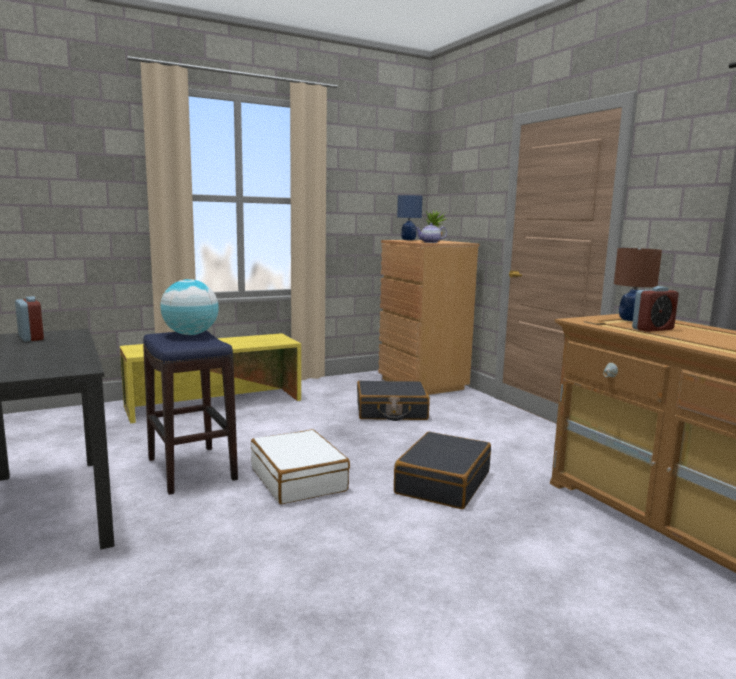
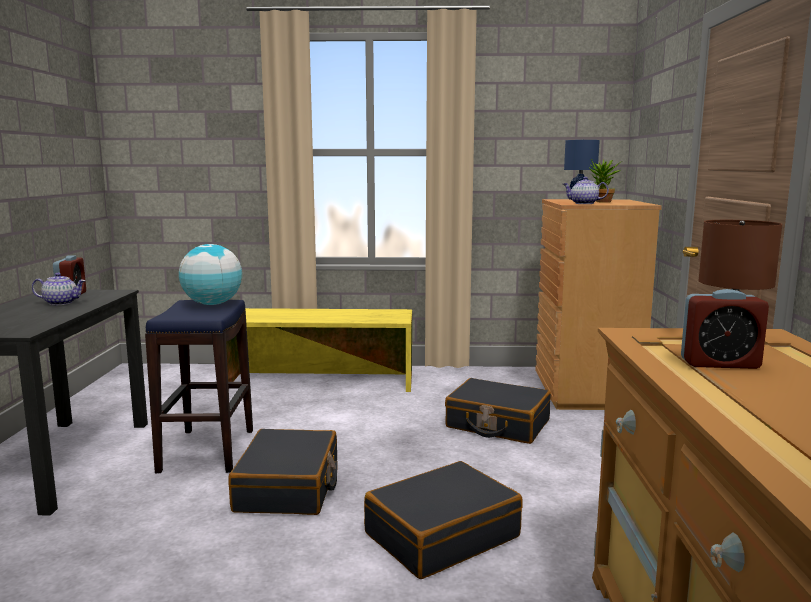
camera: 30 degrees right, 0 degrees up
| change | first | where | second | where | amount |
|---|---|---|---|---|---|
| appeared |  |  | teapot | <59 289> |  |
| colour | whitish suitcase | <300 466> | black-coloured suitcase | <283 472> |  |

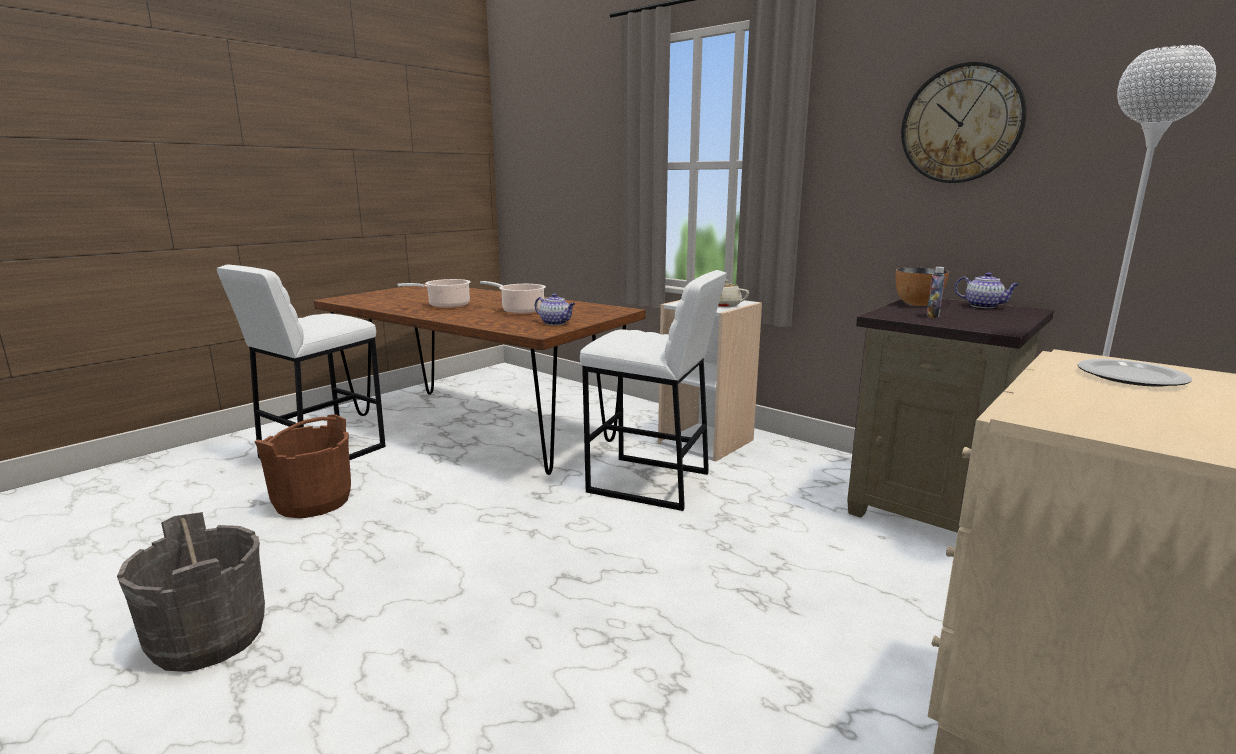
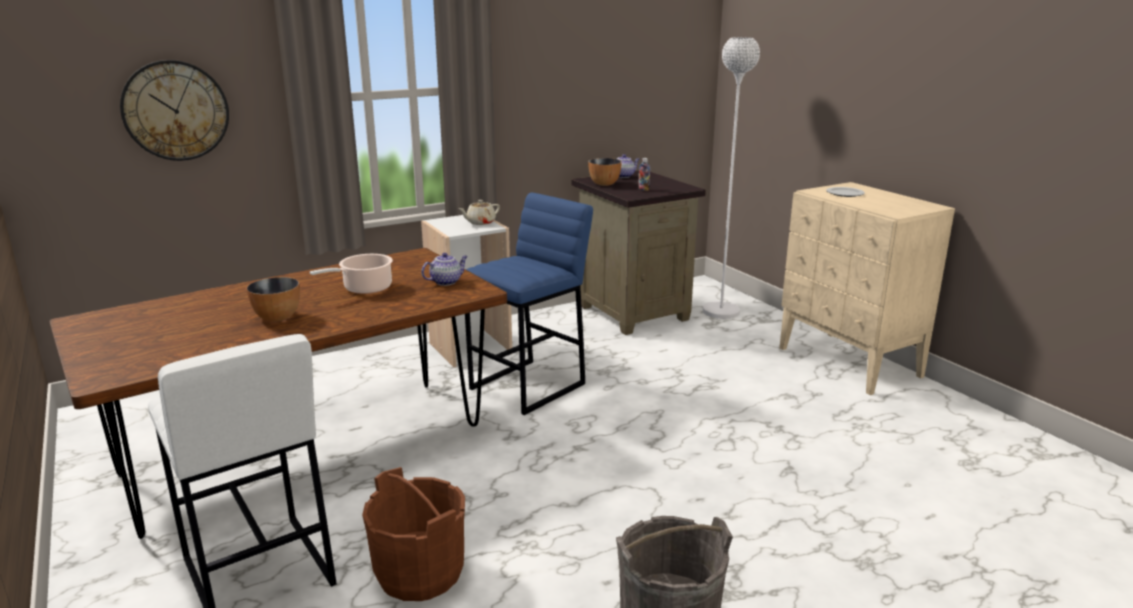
camera: 70 degrees left, 5 degrees up
| change | first | where | second | where | amount |
|---|---|---|---|---|---|
| relocated | wall clock | <964 122> |  | <174 110> |  |
| exchanged | saucepot | <434 293> | serving bowl | <273 299> |  |
| colour | whitish stool seat | <653 390> | bluish stool seat | <529 303> |  |

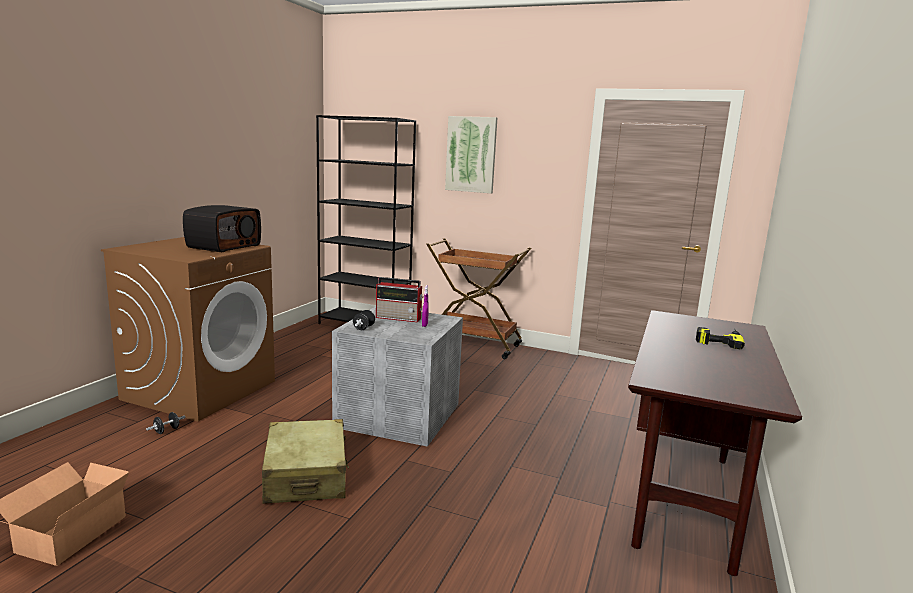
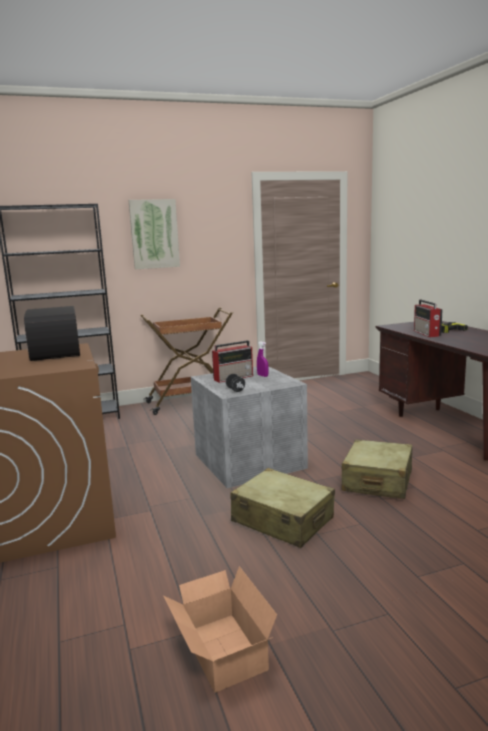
camera: 40 degrees left, 0 degrees up
| change | first | where | second | where | amount |
|---|---|---|---|---|---|
| missing | black-coloured free weight | <165 423> |  |  |  |
| appeared |  |  | beige suitcase | <376 469> |  |
| appeared |  |  | radio receiver | <428 318> |  |

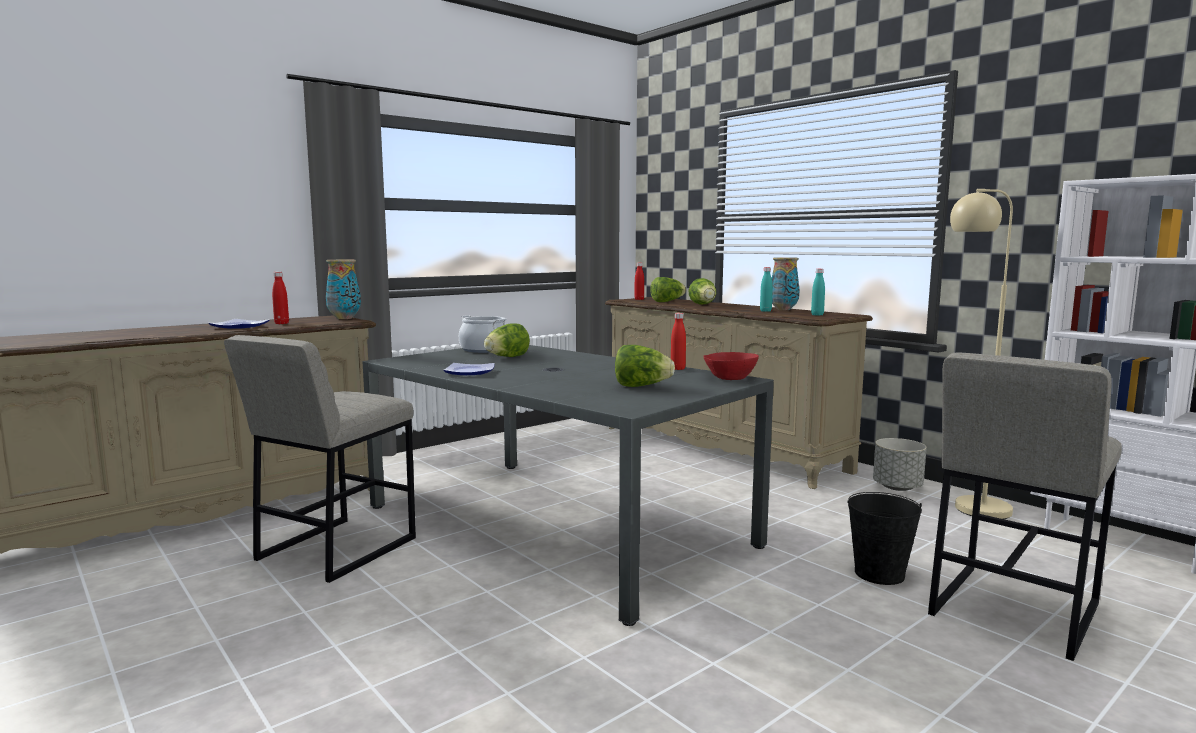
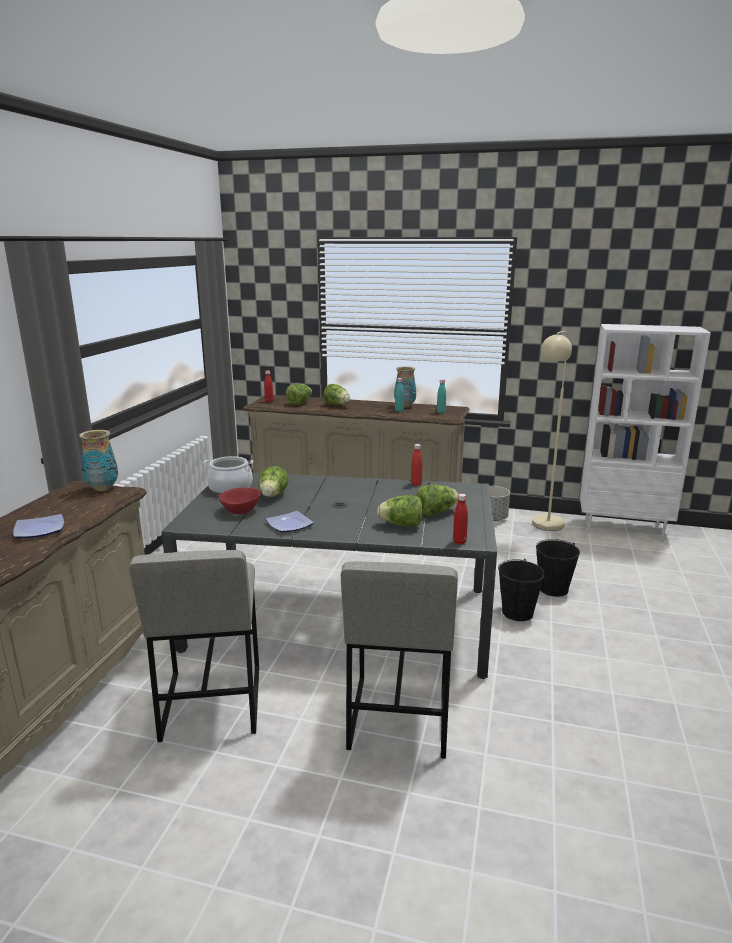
camera: 35 degrees left, 10 degrees up
| change | first | where | second | where | amount |
|---|---|---|---|---|---|
| appeared |  |  | lettuce | <400 511> |  |
| appeared |  |  | black-coloured water bucket | <521 590> |  |
| relocated | reddish drink bottle | <280 298> |  | <460 519> |  |
| relocated | reddish serving bowl | <731 366> |  | <240 501> |  |
| relocated | greyish plain chair | <1025 507> |  | <399 660> |  |

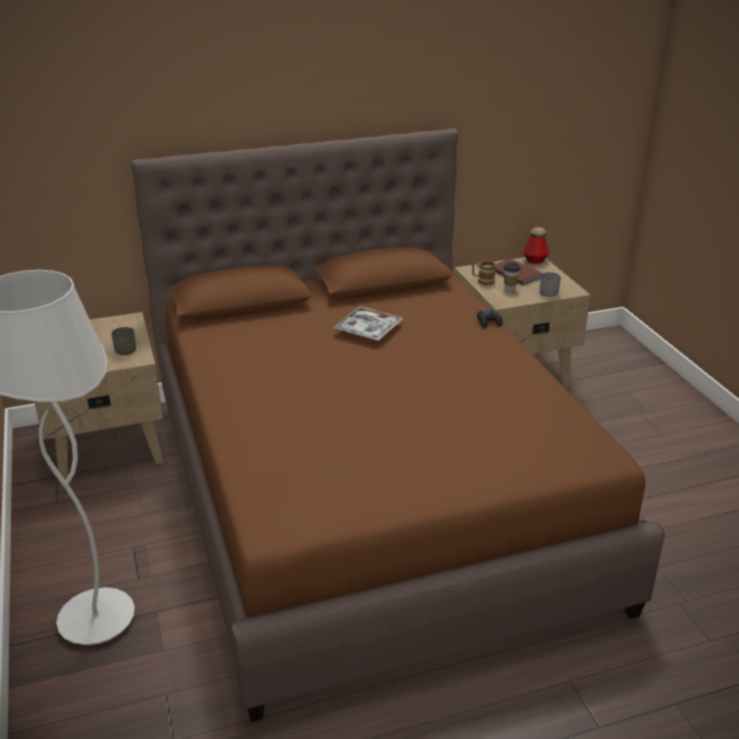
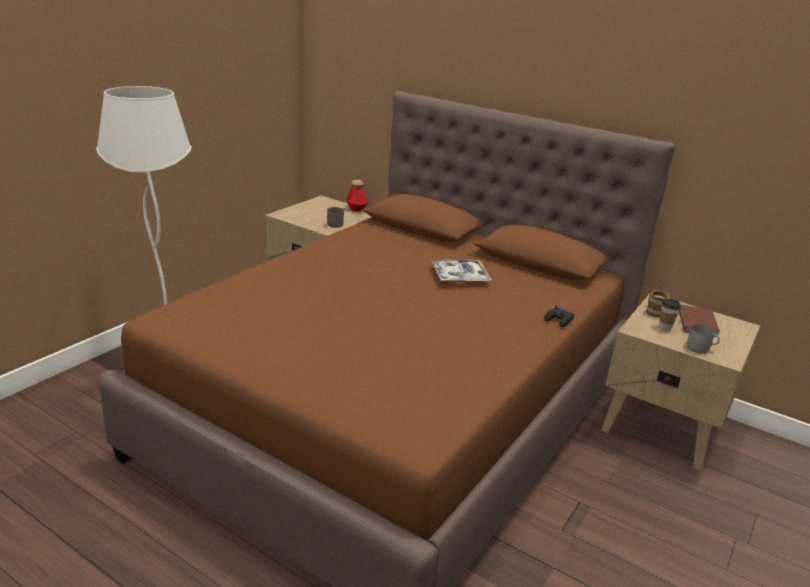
camera: 50 degrees right, 5 degrees down
| change | first | where | second | where | amount |
|---|---|---|---|---|---|
| relocated | drink bottle | <536 245> |  | <357 196> |  |

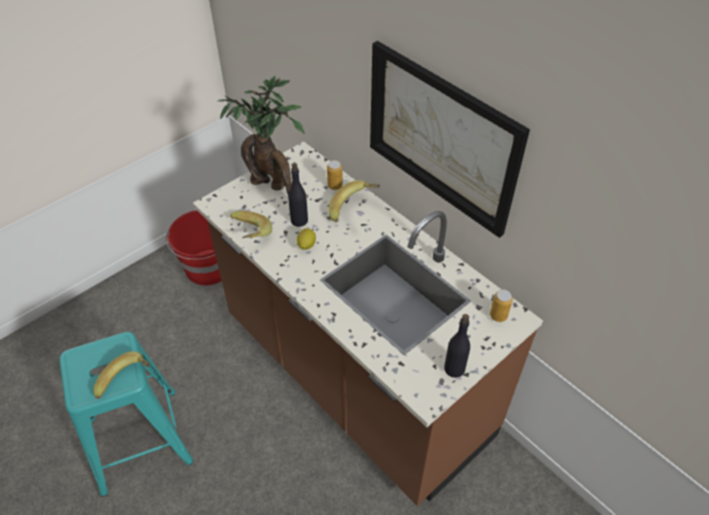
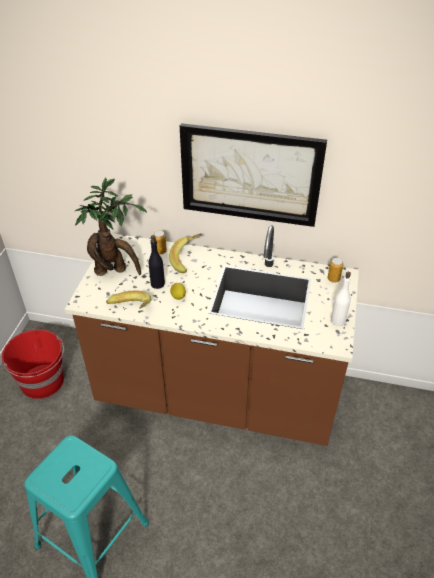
camera: 35 degrees left, 5 degrees down
| change | first | where | second | where | amount |
|---|---|---|---|---|---|
| missing | banana fruit | <121 375> |  |  |  |
| colour | black-coloured drink bottle | <457 346> | whitish drink bottle | <341 299> |  |

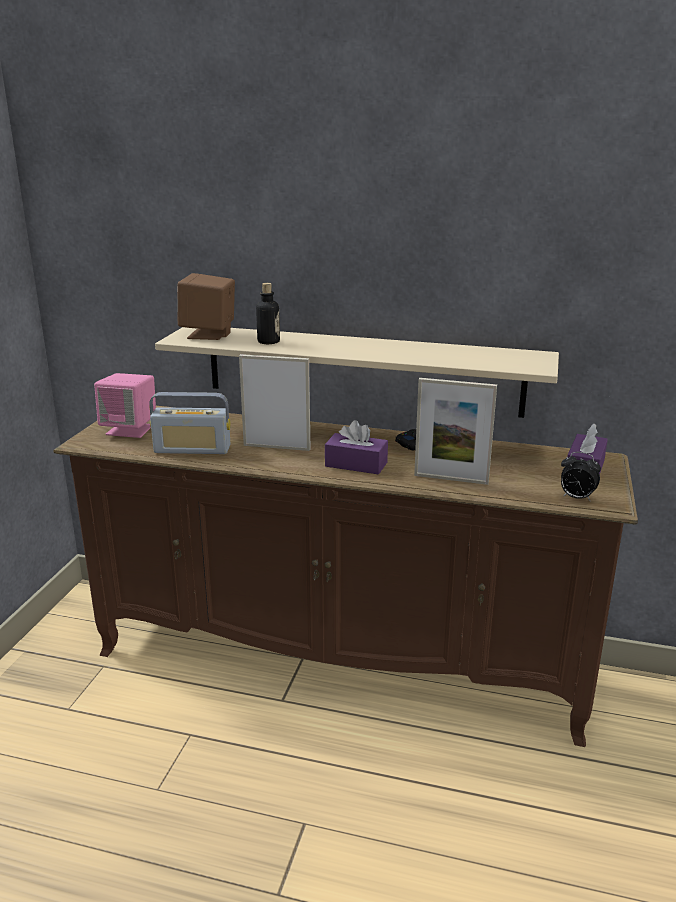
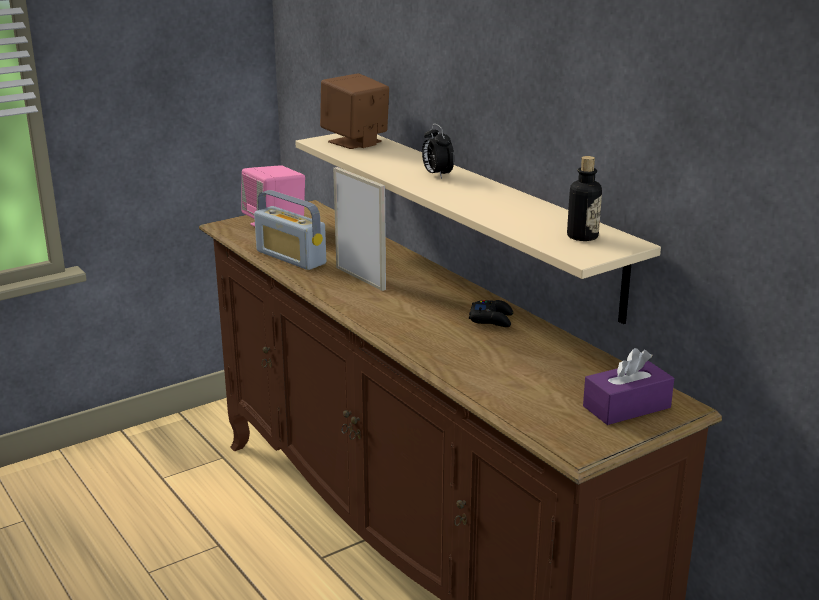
camera: 40 degrees right, 0 degrees up
| change | first | where | second | where | amount |
|---|---|---|---|---|---|
| missing | purplish tissue box | <356 447> |  |  |  |
| missing | picture frame | <455 431> |  |  |  |
| relocated | drink bottle | <268 313> |  | <584 198> |  |
| relocated | bedside clock | <581 476> |  | <438 151> |  |

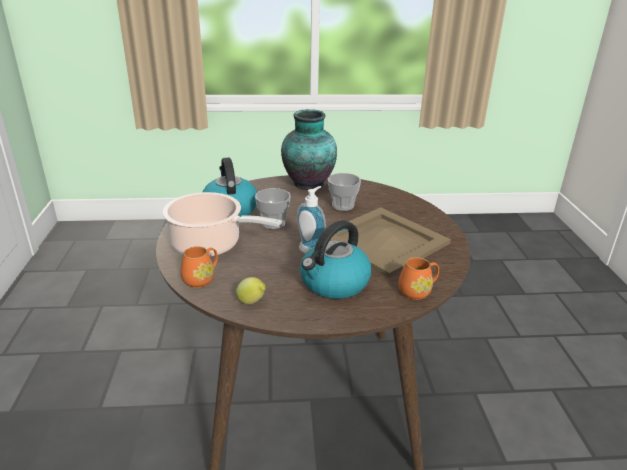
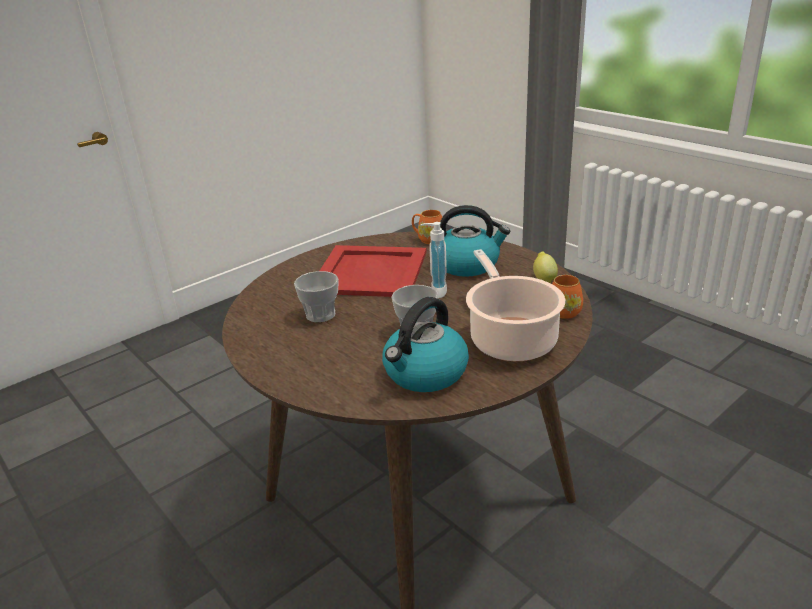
camera: 125 degrees left, 0 degrees up
| change | first | where | second | where | amount |
|---|---|---|---|---|---|
| missing | decorative vase | <309 149> |  |  |  |
| colour | beige carrying tray | <390 242> | reddish carrying tray | <373 271> |  |

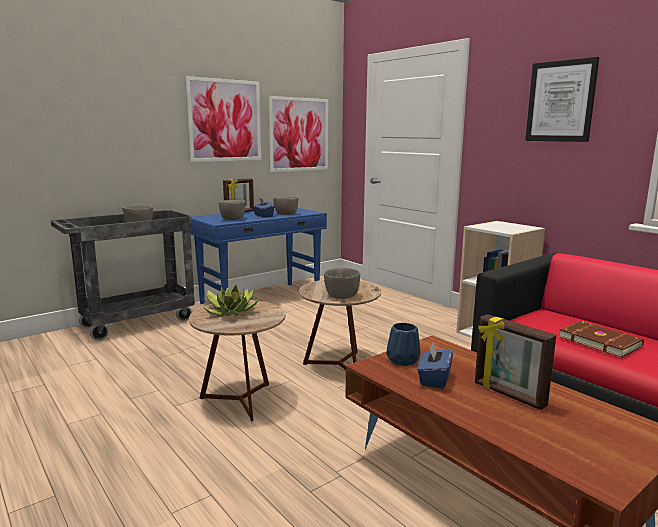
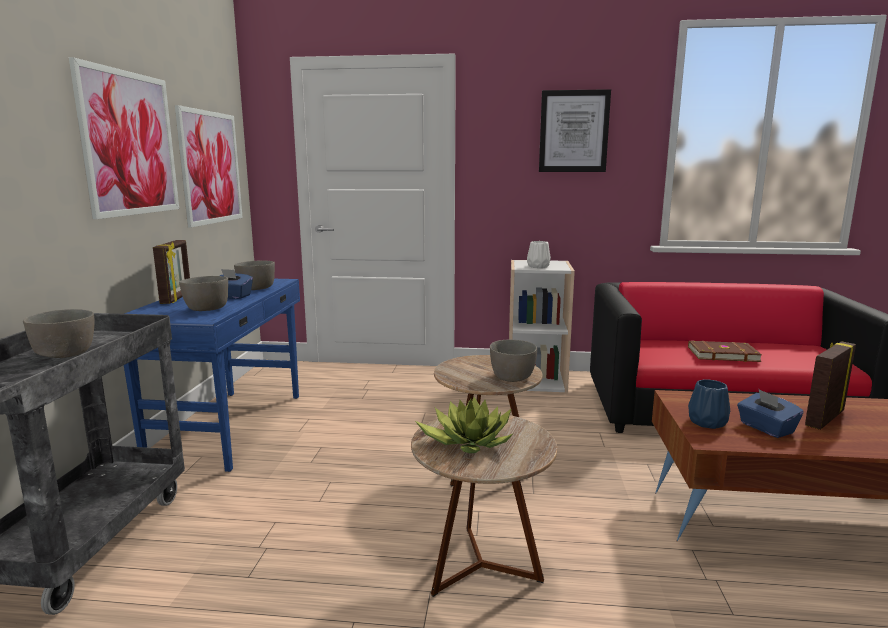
camera: 45 degrees left, 0 degrees up
| change | first | where | second | where | amount |
|---|---|---|---|---|---|
| appeared |  |  | whitish decorative vase | <539 254> |  |
| spun | picture frame | <515 362> |  | <830 385> | 135 degrees clockwise |

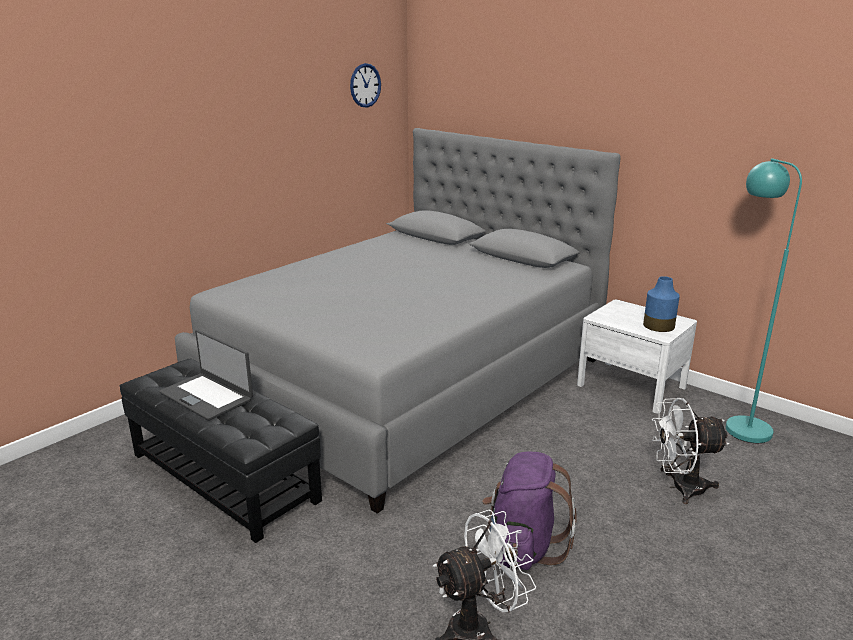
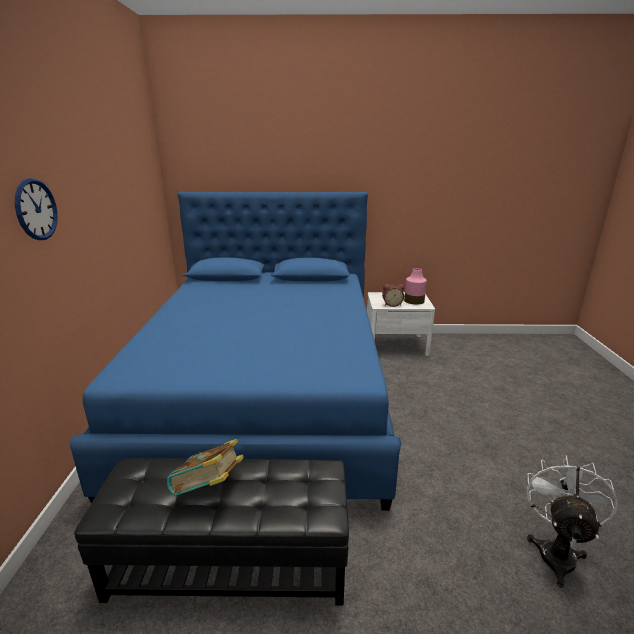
camera: 40 degrees left, 0 degrees up
| change | first | where | second | where | amount |
|---|---|---|---|---|---|
| missing | purplish knapsack | <529 510> |  |  |  |
| missing | whitish electric fan | <690 451> |  |  |  |
| missing | turquoise standing lamp | <764 300> |  |  |  |
| appeared |  |  | bedside clock | <393 295> |  |
| relocated | wall clock | <365 85> |  | <36 209> |  |
| exchanged | laptop | <206 375> | book | <205 467> |  |
| colour | greyish bed | <398 321> | bluish bed | <235 351> |  |
| colour | bluish decorative vase | <661 304> | pink decorative vase | <415 286> |  |

